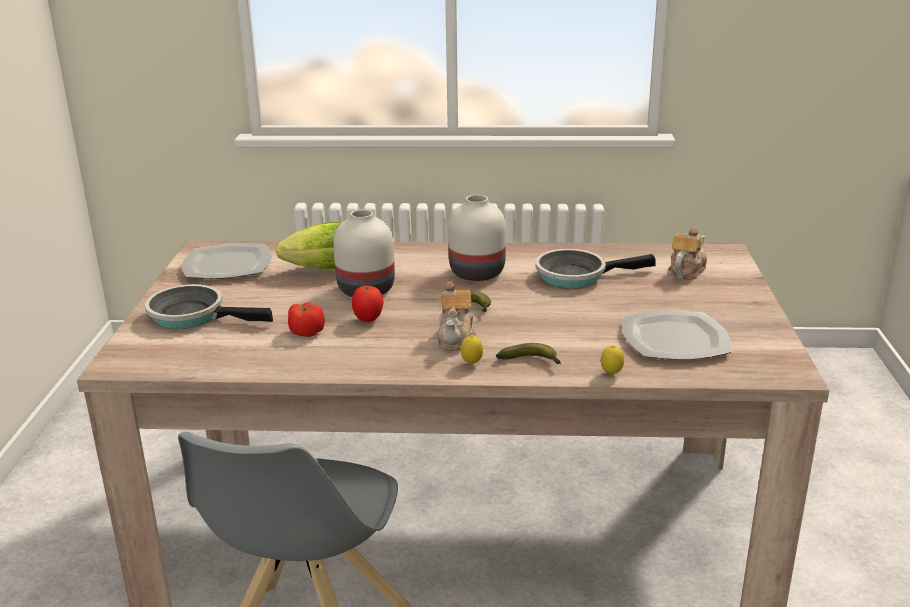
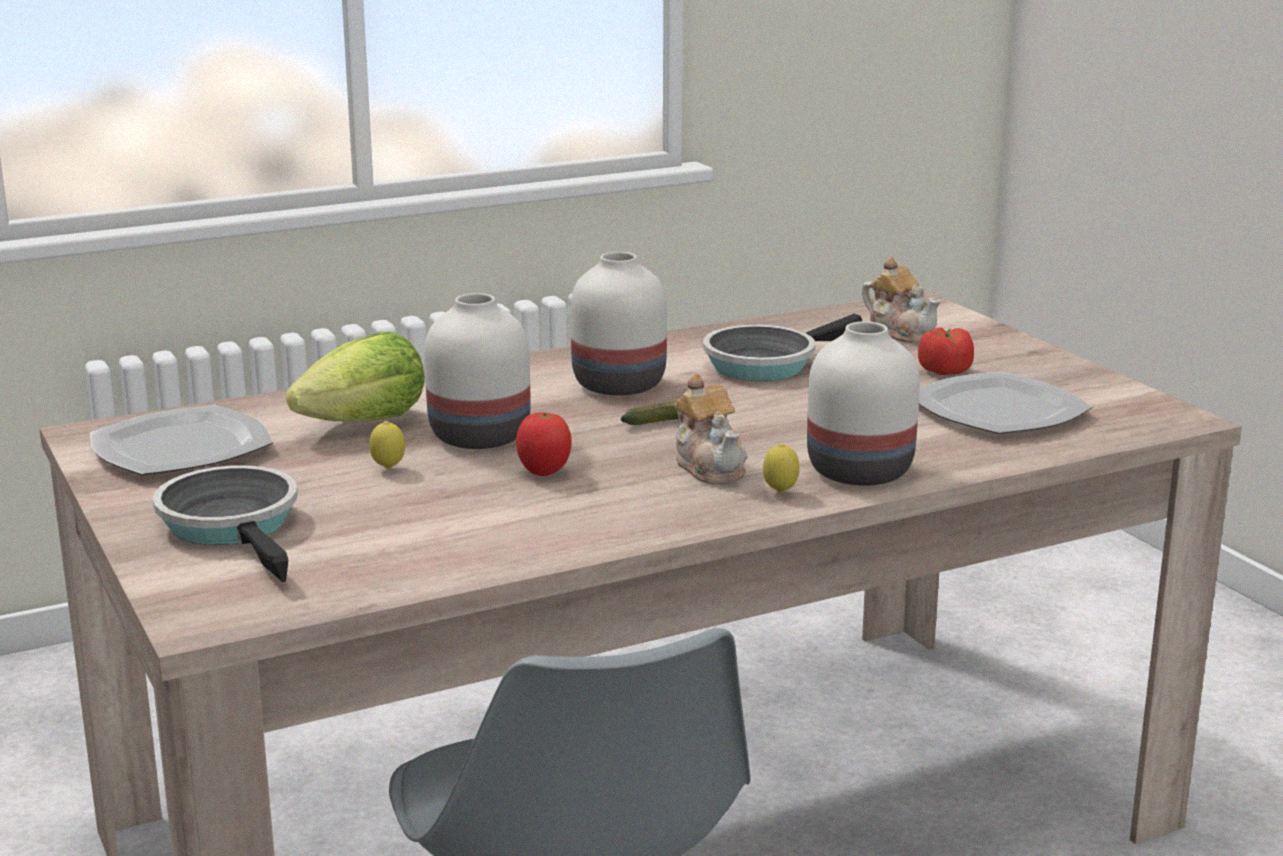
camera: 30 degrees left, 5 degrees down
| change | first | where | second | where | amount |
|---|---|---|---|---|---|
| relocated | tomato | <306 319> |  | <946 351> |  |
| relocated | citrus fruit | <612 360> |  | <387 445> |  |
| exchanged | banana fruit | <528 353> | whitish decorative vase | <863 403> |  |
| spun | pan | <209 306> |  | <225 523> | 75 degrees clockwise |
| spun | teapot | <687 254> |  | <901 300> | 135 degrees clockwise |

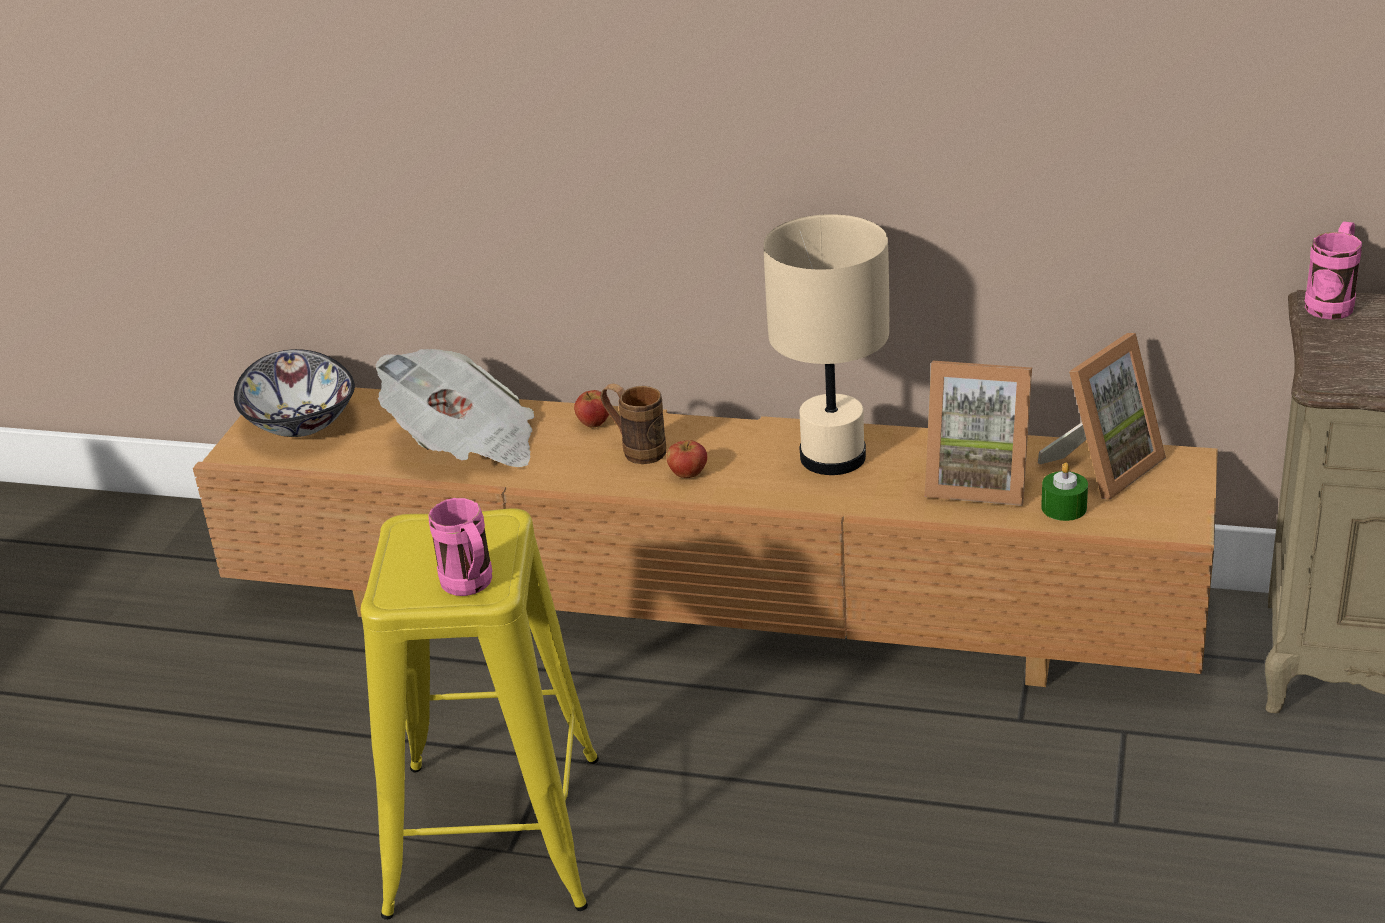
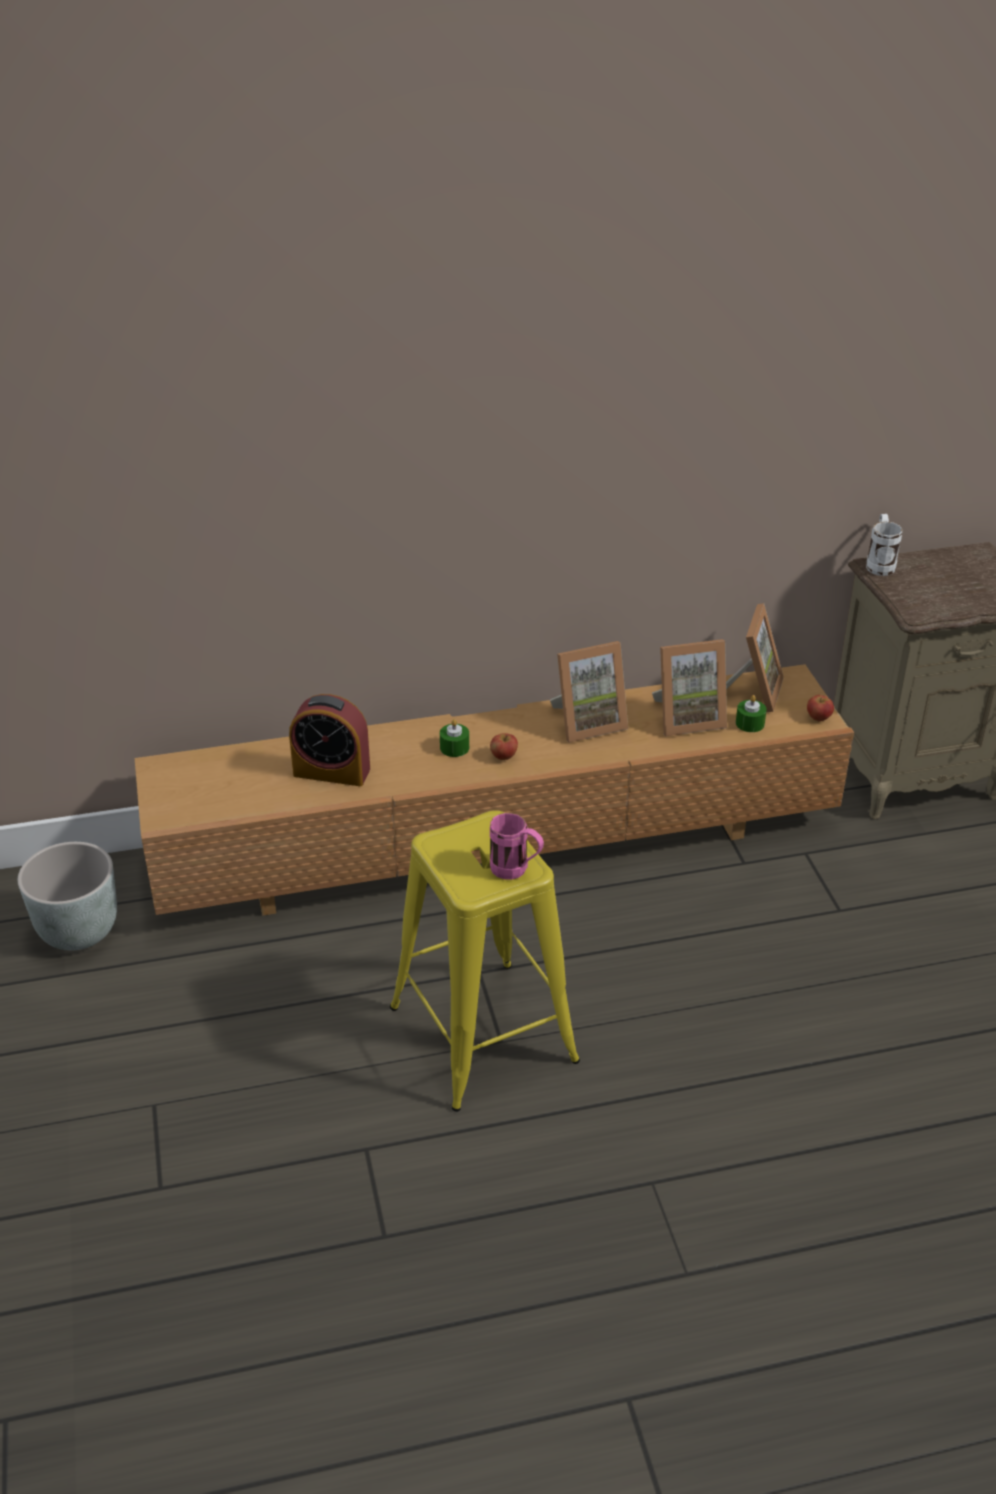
camera: 30 degrees left, 5 degrees up
| change | first | where | second | where | amount |
|---|---|---|---|---|---|
| missing | serving bowl | <294 393> |  |  |  |
| appeared |  |  | greyish planter | <67 896> |  |
| relocated | whole apple | <592 409> |  | <820 708> |  |
| exchanged | printed paper | <455 408> | bedside clock | <329 740> |  |
| exchanged | brown-coloured coffee mug | <633 423> | green wax light | <454 738> |  |
| exchanged | beige table lamp | <826 344> | picture frame | <589 692> |  |
| colour | pink coffee mug | <1333 271> | whitish coffee mug | <884 545> |  |

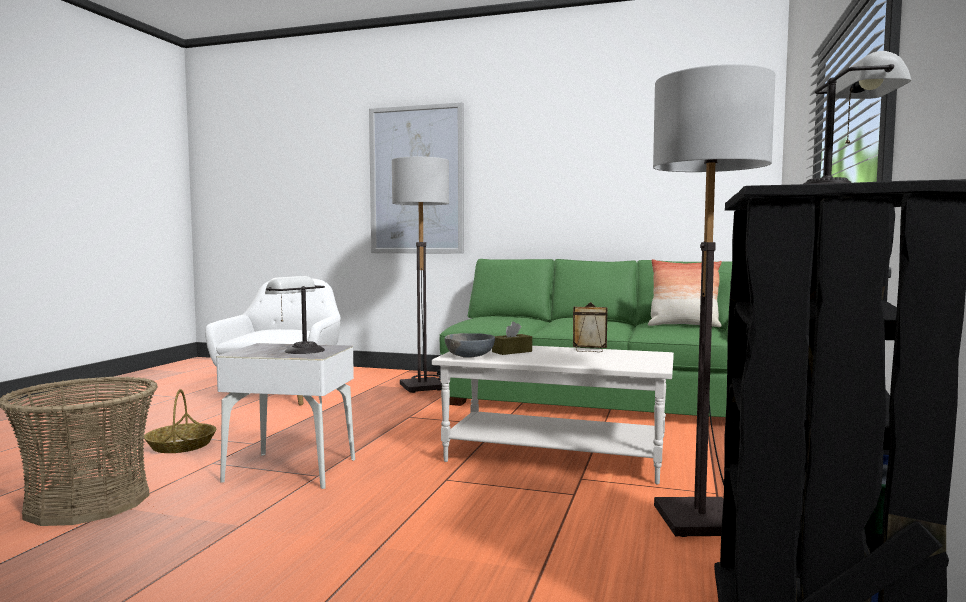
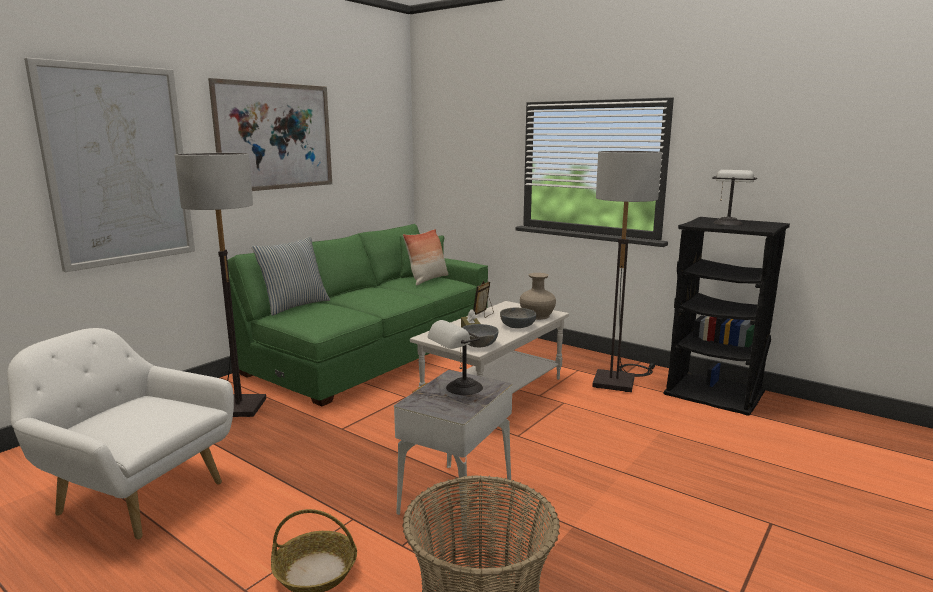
camera: 70 degrees left, 10 degrees up
| change | first | where | second | where | amount |
|---|---|---|---|---|---|
| appeared |  |  | wall art | <270 134> |  |
| appeared |  |  | throw pillow | <290 276> |  |
| appeared |  |  | greyish serving bowl | <518 317> |  |
| appeared |  |  | beige decorative vase | <538 296> |  |

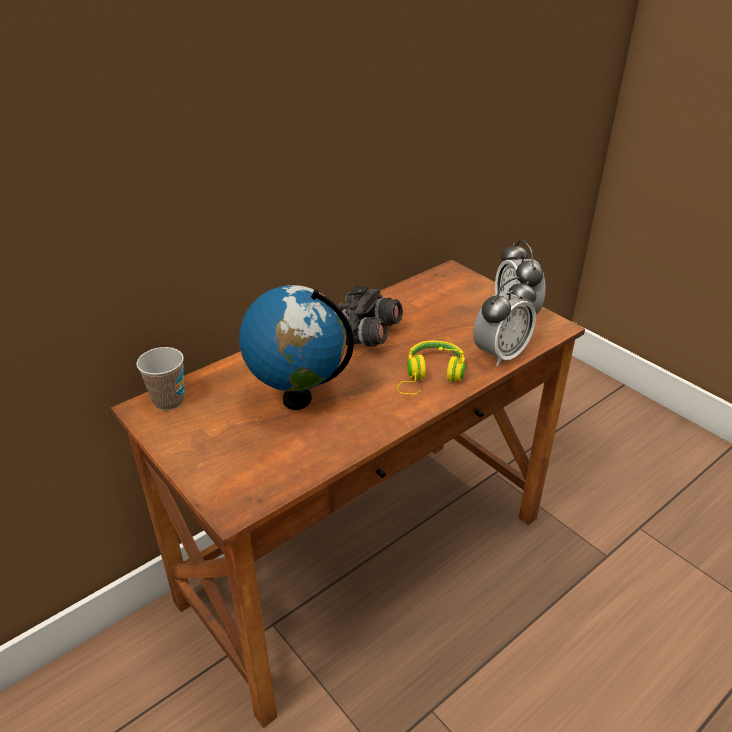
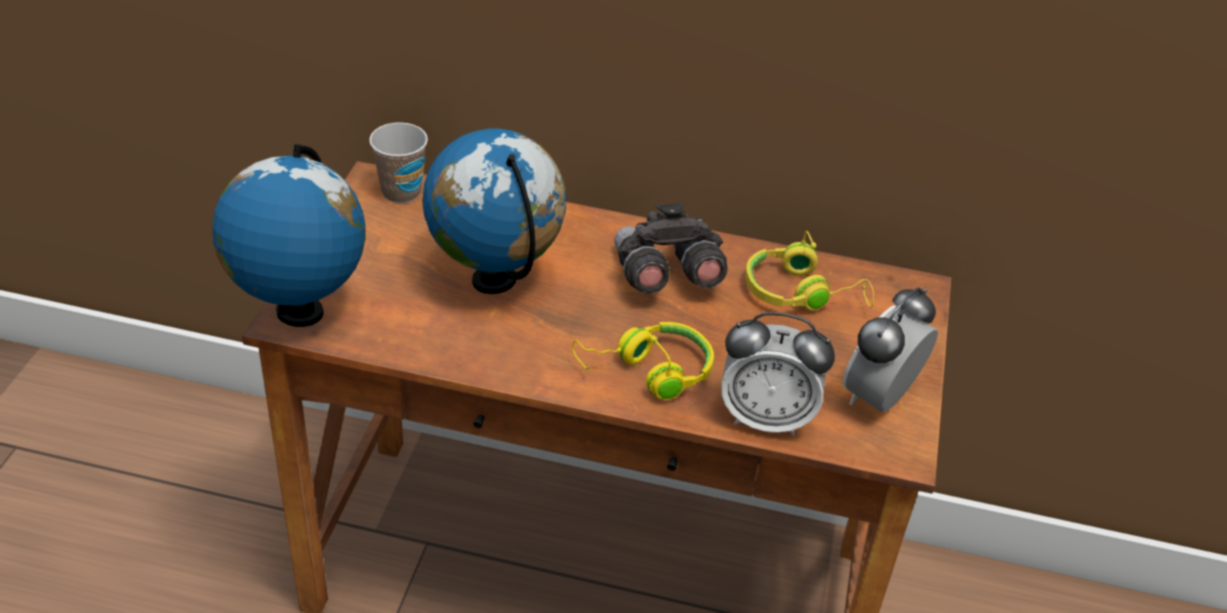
camera: 50 degrees right, 5 degrees up
| change | first | where | second | where | amount |
|---|---|---|---|---|---|
| appeared |  |  | world globe | <289 235> |  |
| appeared |  |  | yellowish headphones | <809 271> |  |

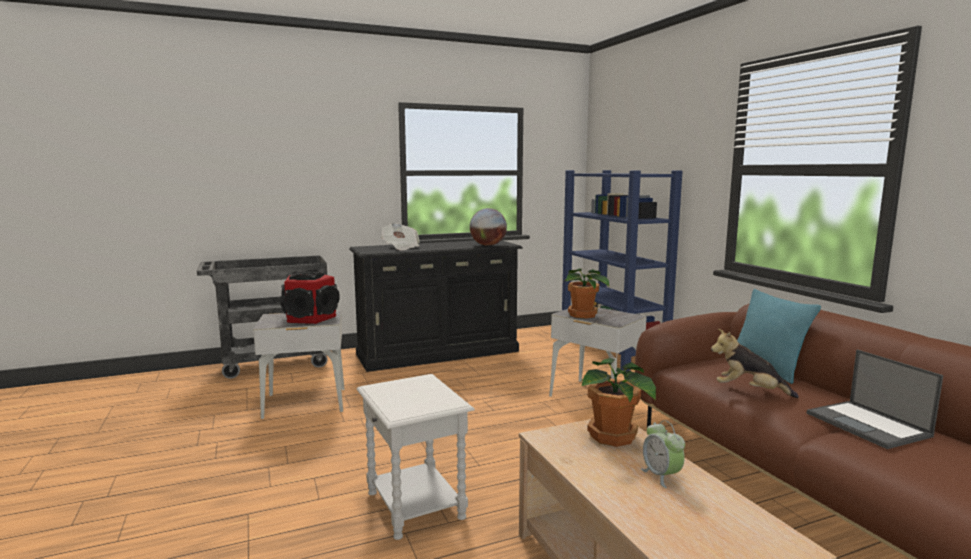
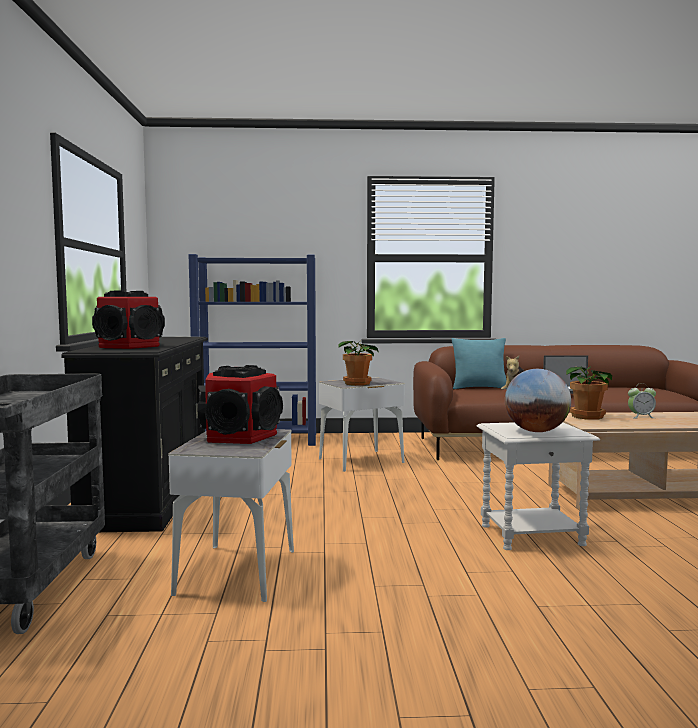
camera: 70 degrees left, 5 degrees down
| change | first | where | second | where | amount |
|---|---|---|---|---|---|
| relocated | world globe | <488 227> |  | <538 400> |  |
| exchanged | printed paper | <400 236> | audio speaker | <128 320> |  |

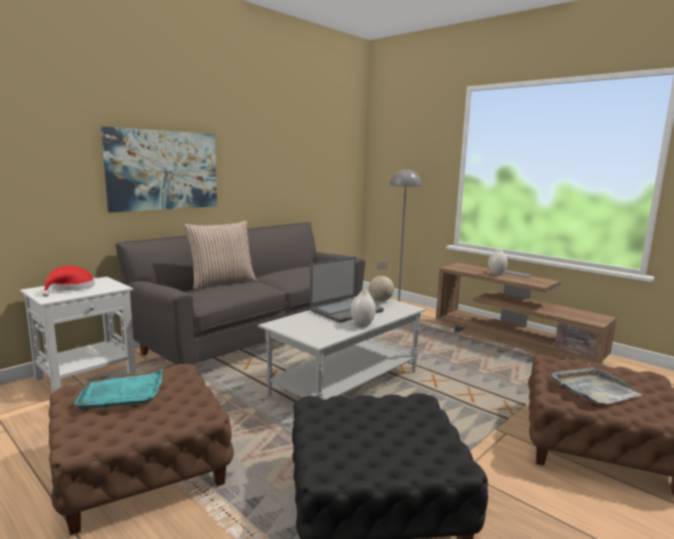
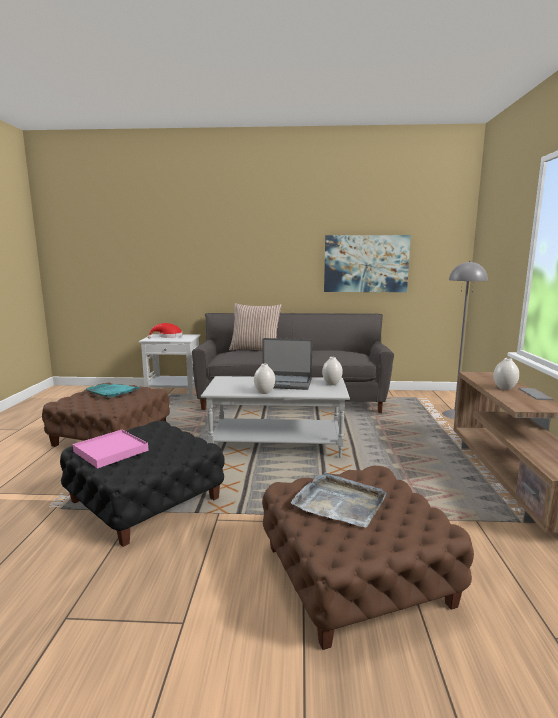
camera: 50 degrees right, 0 degrees up
| change | first | where | second | where | amount |
|---|---|---|---|---|---|
| appeared |  |  | pink carrying tray | <111 449> |  |
| relocated | wall art | <159 170> |  | <367 263> |  |
| exchanged | world globe | <381 281> | whitish decorative vase | <332 371> |  |

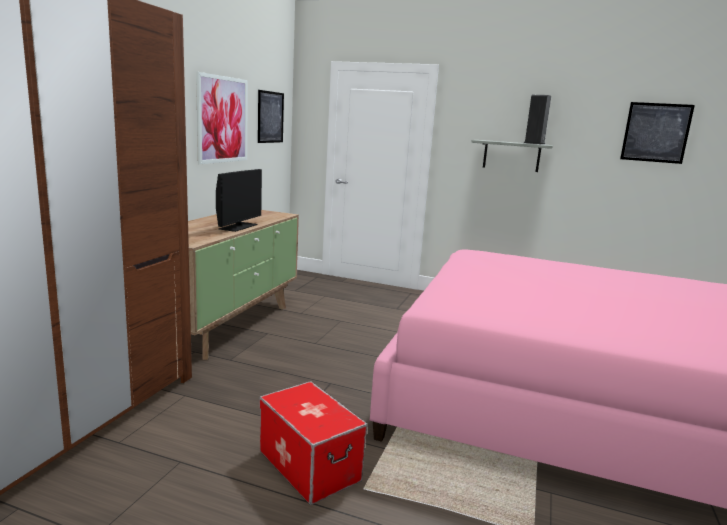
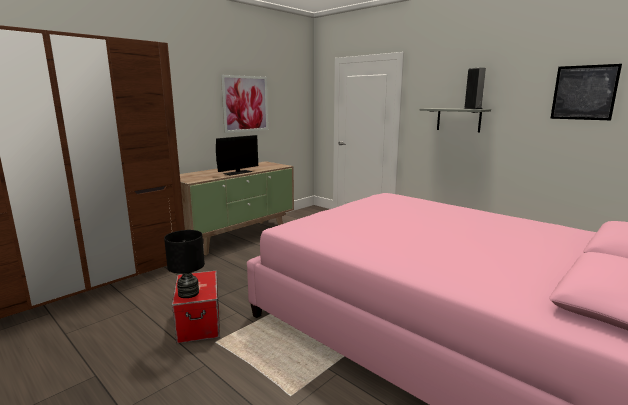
camera: 25 degrees right, 0 degrees up
| change | first | where | second | where | amount |
|---|---|---|---|---|---|
| missing | wall art | <271 116> |  |  |  |
| appeared |  |  | black-coloured table lamp | <184 264> |  |

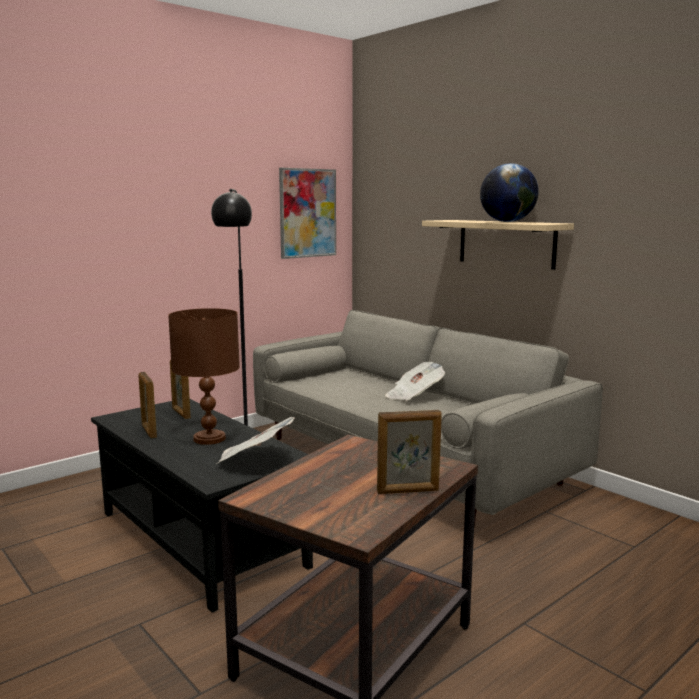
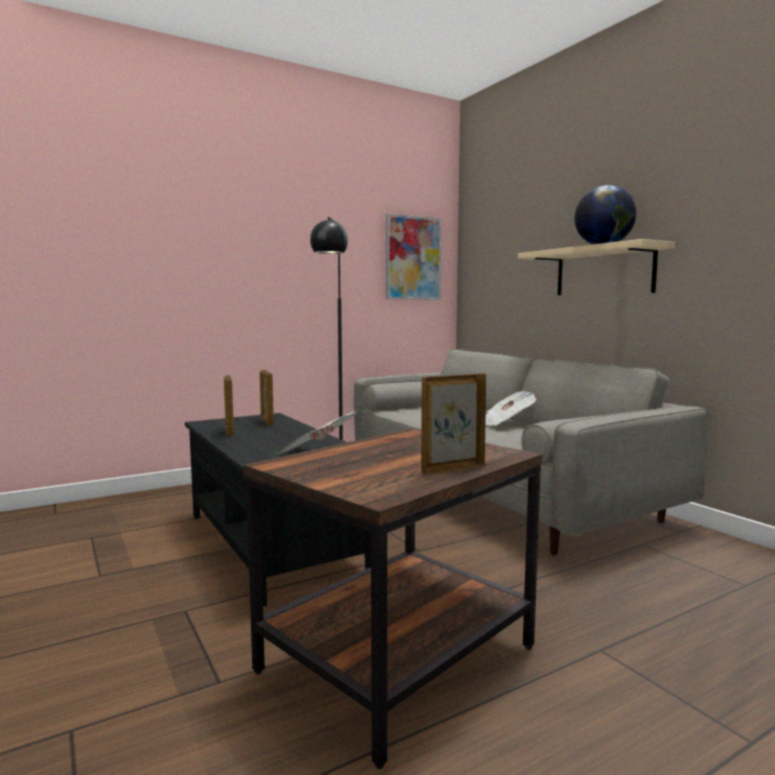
camera: 10 degrees right, 5 degrees down
| change | first | where | second | where | amount |
|---|---|---|---|---|---|
| missing | brown-coloured table lamp | <204 376> |  |  |  |
| spun | picture frame | <409 452> |  | <453 423> | 150 degrees clockwise |

